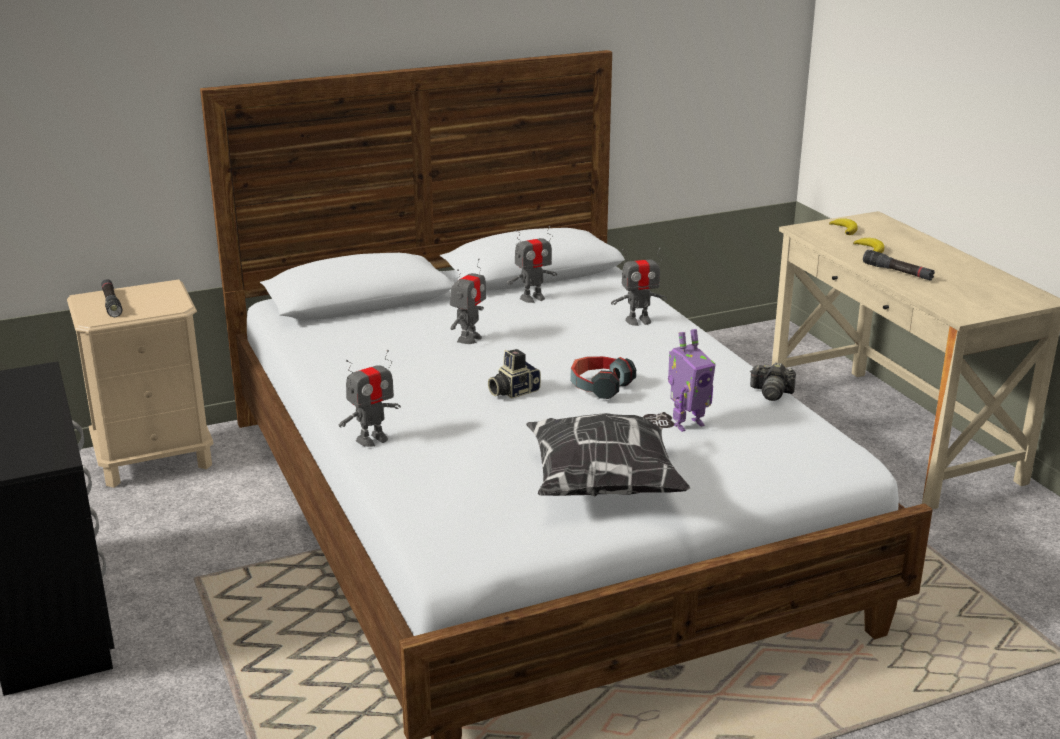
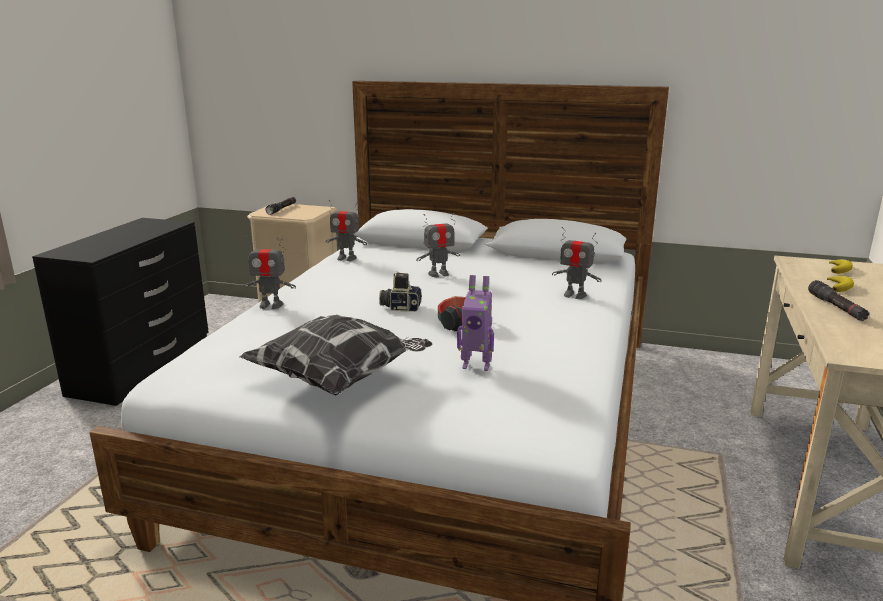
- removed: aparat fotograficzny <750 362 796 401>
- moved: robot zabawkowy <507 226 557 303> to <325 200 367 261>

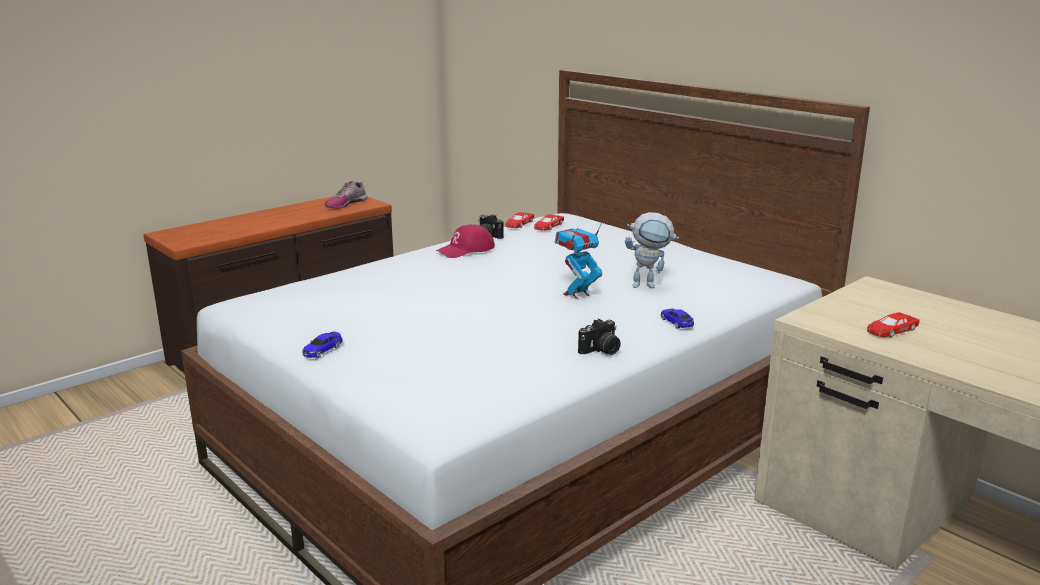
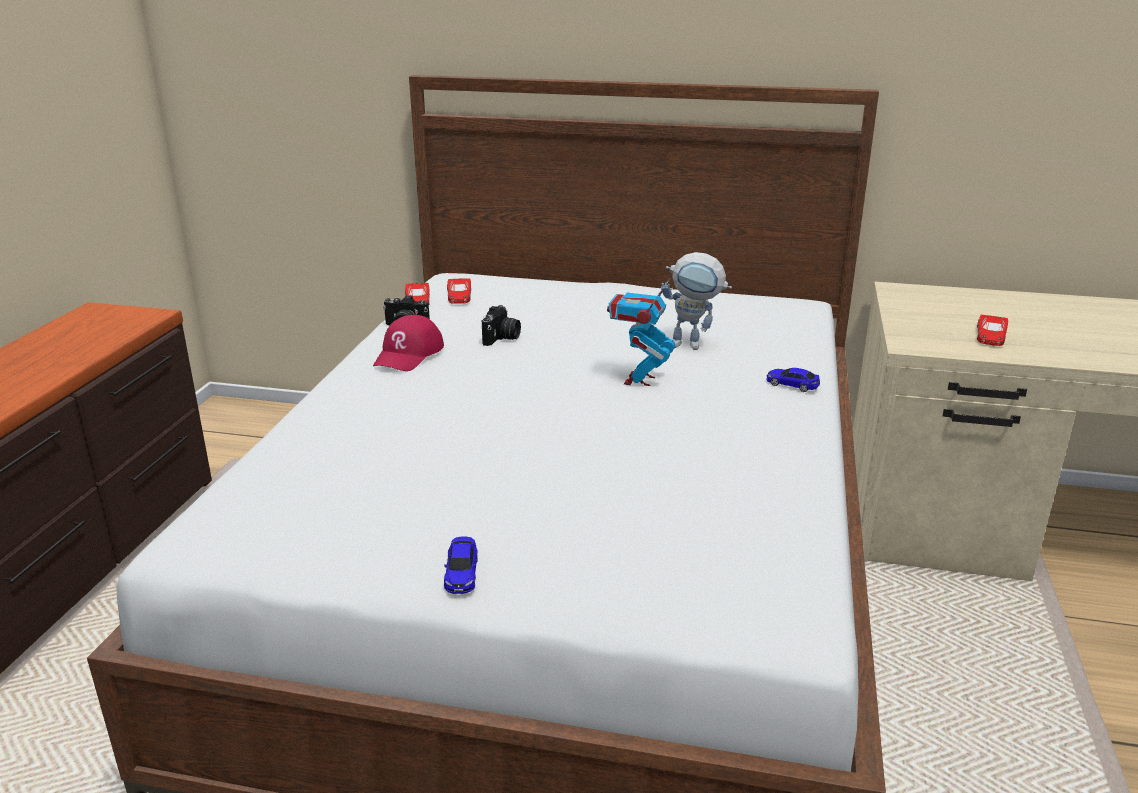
- removed: but <325 181 367 209>
- moved: aparat fotograficzny <578 319 621 355> to <482 305 521 346>
- turned: robot zabawkowy <625 212 679 288> = <661 252 732 350> 45 degrees clockwise

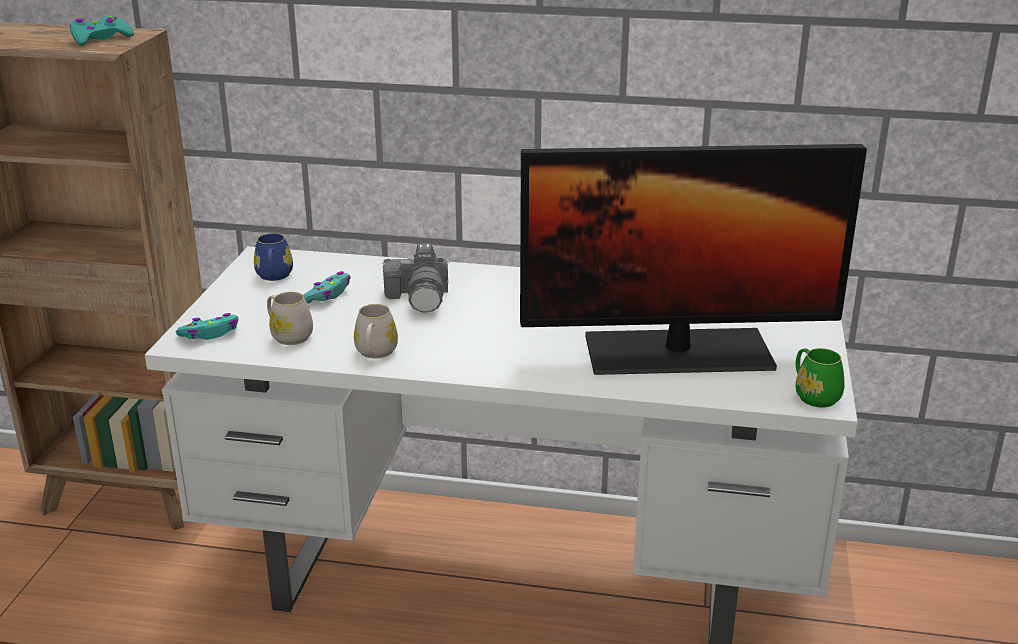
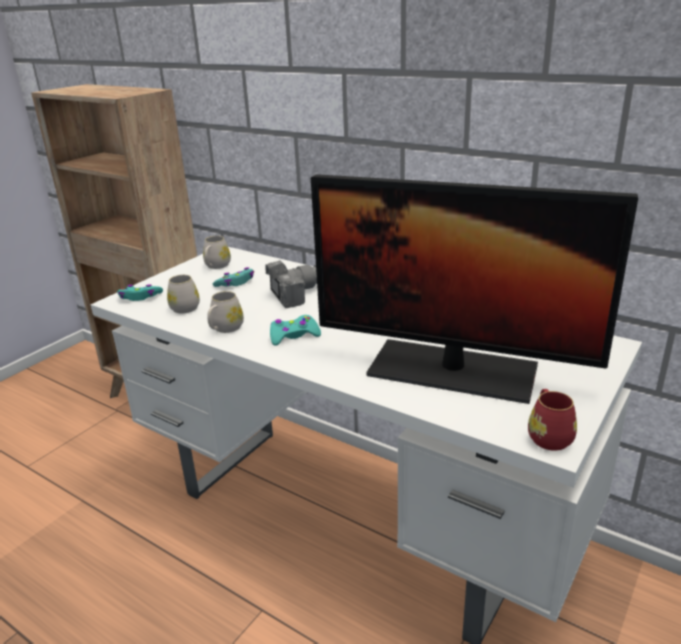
- moved: pad do gier/turkusowy <70 16 134 46> to <270 315 321 346>
- recoloured: kubek/niebieski <254 233 293 281> to kubek/biały <203 236 231 269>
- recoloured: kubek/zielony <796 348 845 407> to kubek/czerwony <528 389 577 451>
- turned: aparat fotograficzny <382 243 449 313> = <266 260 317 308> 135 degrees counterclockwise

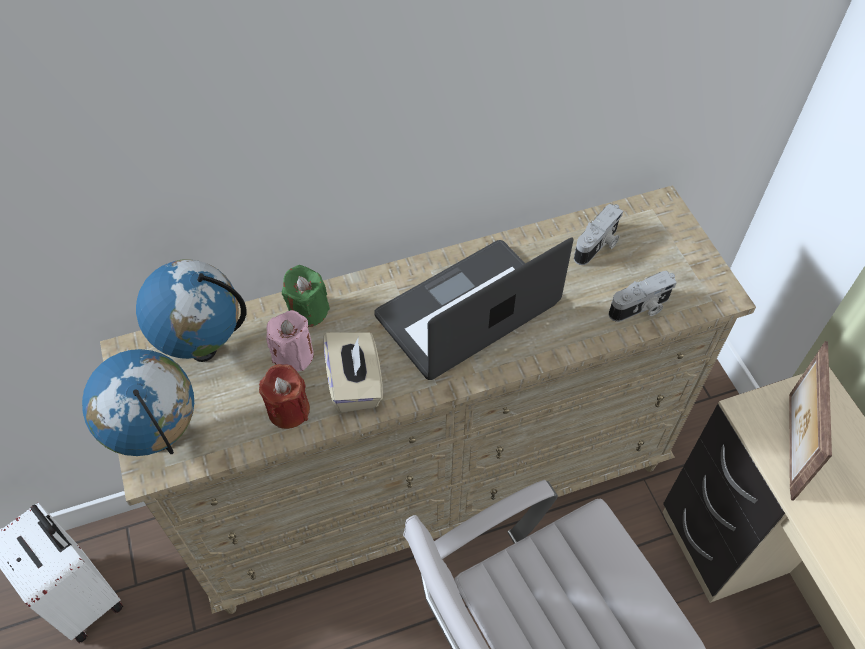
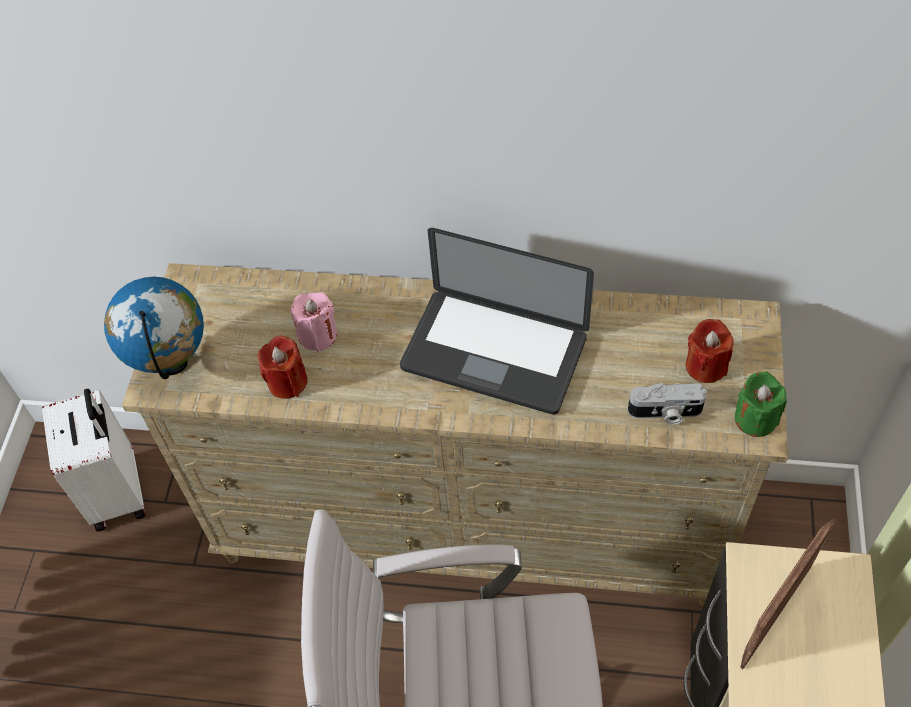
- removed: globus <136 259 246 362>
- removed: pudełko chusteczek/beżowy <324 332 383 413>
- removed: aparat fotograficzny <574 204 623 265>
- added: świeca/czerwony <686 319 734 383>
- moved: świeca/zielony <282 265 330 327> to <735 372 787 437>
- turned: laptop <374 237 574 380> = <400 228 594 415> 150 degrees counterclockwise

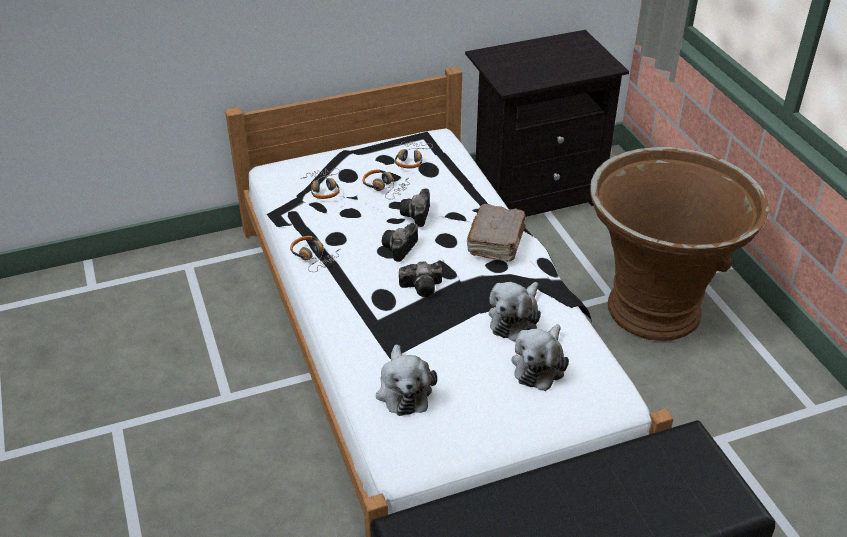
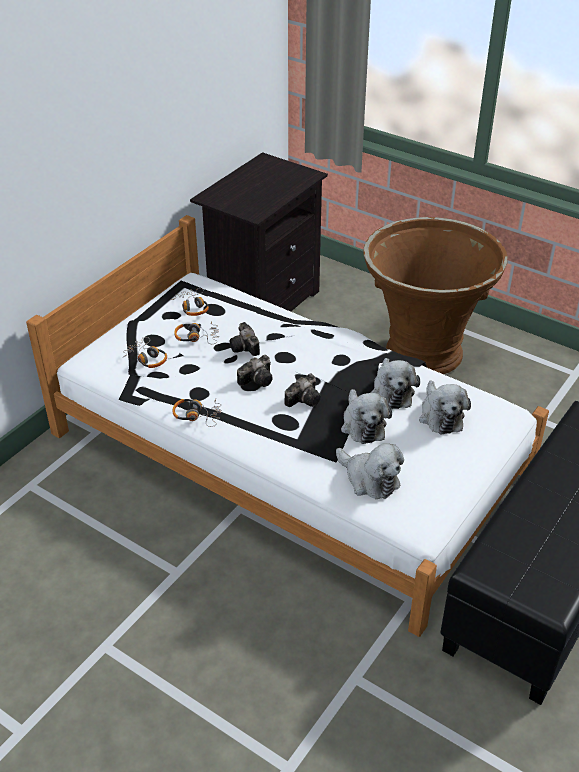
- removed: książka/brązowy <467 204 525 262>
- added: pluszak <341 389 392 444>
- turned: aparat fotograficzny <382 223 418 262> = <237 355 273 387> 120 degrees counterclockwise

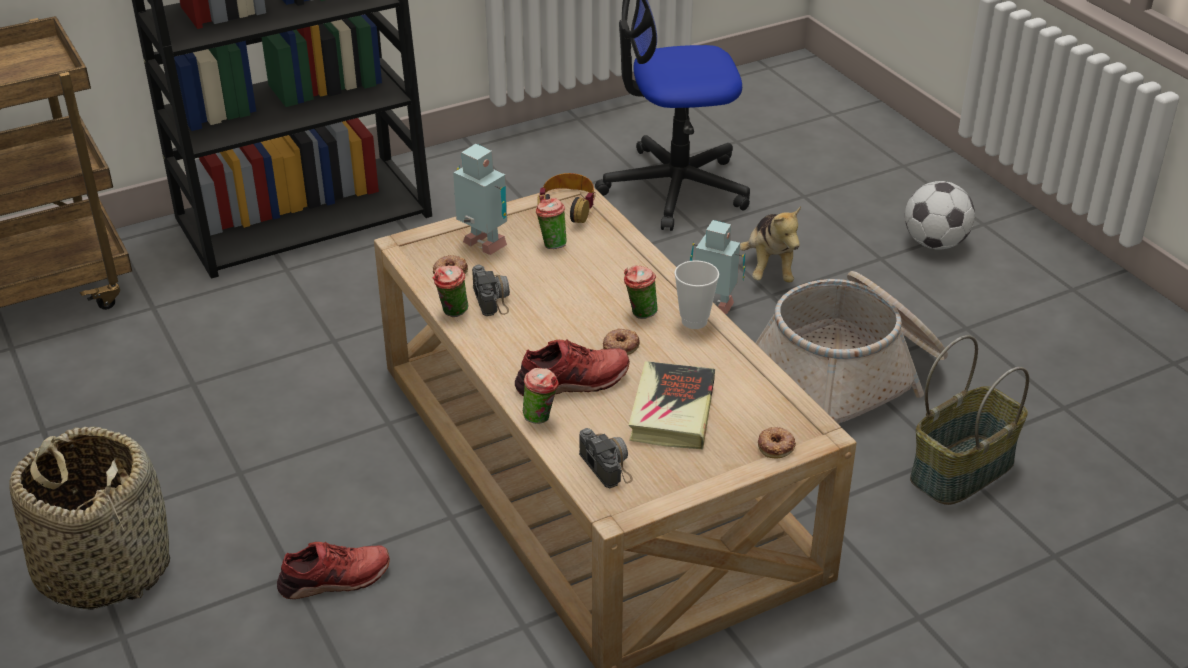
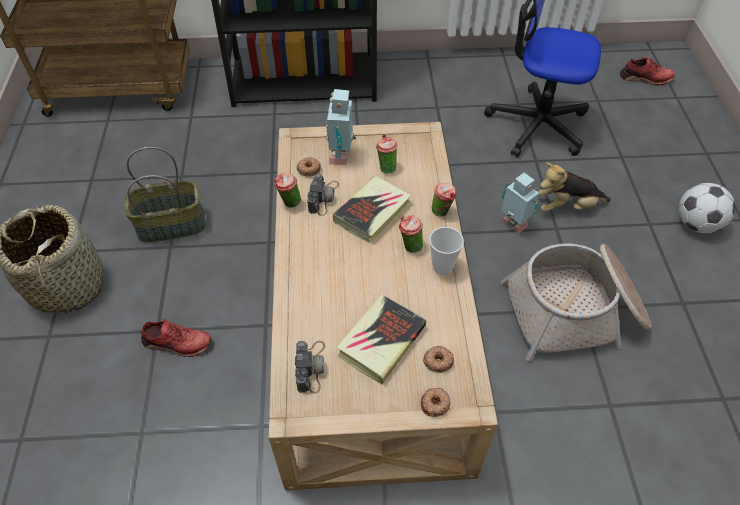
- removed: słuchawki <537 173 595 223>
- added: książka <333 176 411 243>
- moved: but/czerwony <515 340 630 396> to <620 57 675 85>
- moved: filiżanka <523 368 559 424> to <432 182 457 217>
- moved: donut <603 329 640 355> to <423 346 454 373>
- moved: koszyk <910 335 1029 505> to <125 147 206 242>
- turned: robot zabawkowy <453 144 507 255> = <325 89 356 165> 150 degrees counterclockwise
- turned: pluszak <740 206 801 283> = <538 162 611 212> 60 degrees clockwise

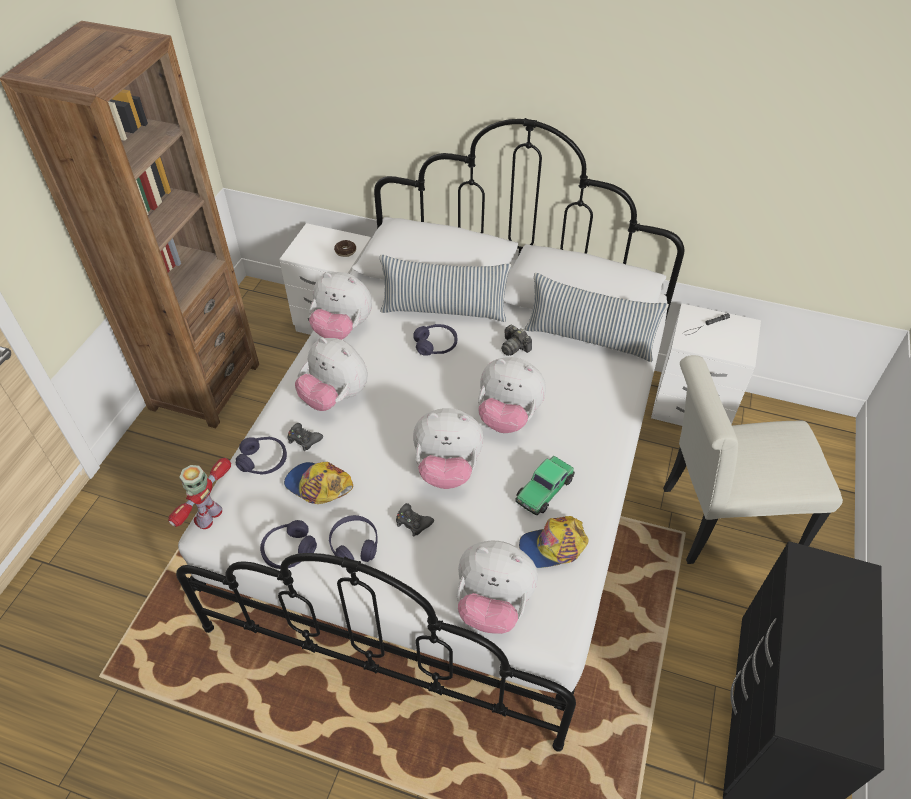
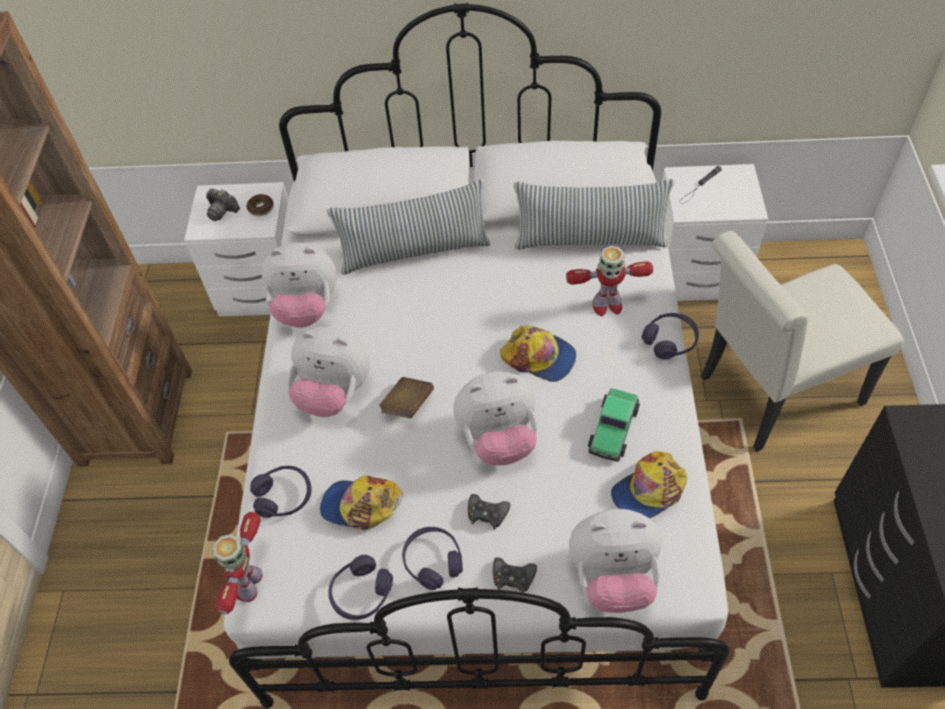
- added: książka/brązowy <379 377 434 418>
- added: robot zabawkowy <566 246 653 316>
- moved: pad do gier/czarny <287 423 323 451> to <493 557 537 593>
- moved: słuchawki/fioletowy <413 324 457 356> to <642 313 699 360>
- moved: aparat fotograficzny <501 325 532 356> to <206 188 240 221>
- replaced: pluszak <478 357 546 433> to czapka z daszkiem <500 326 576 382>

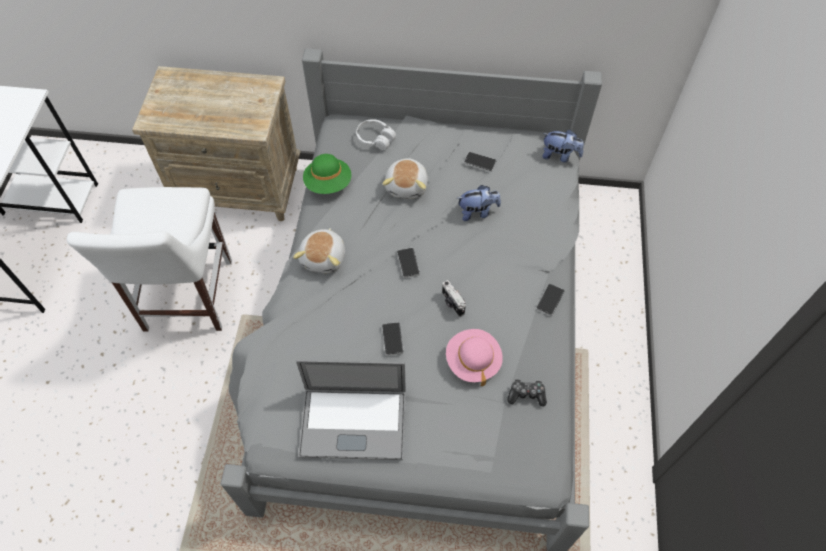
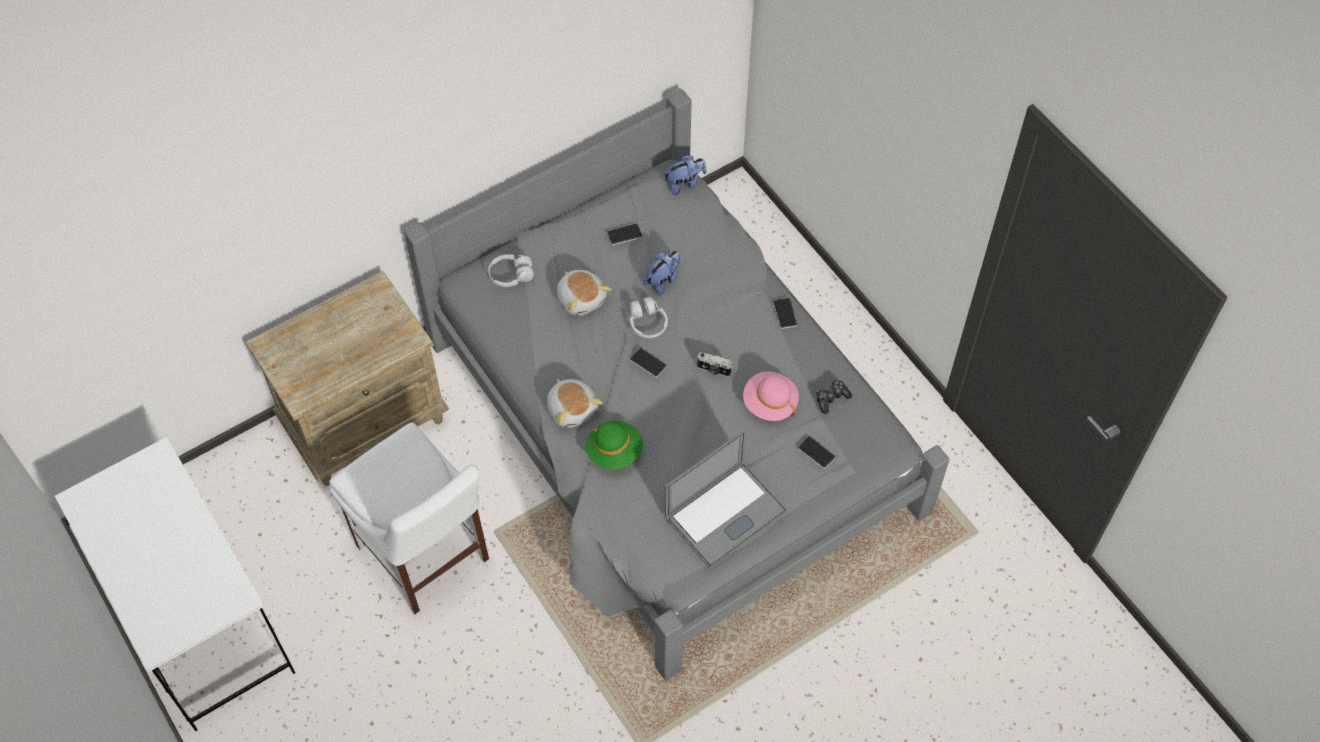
- added: słuchawki/biały <630 297 668 338>
- moved: kapelusz/zielony <303 154 351 194> to <586 421 643 470>
- moved: telefon <382 322 404 356> to <798 436 835 469>

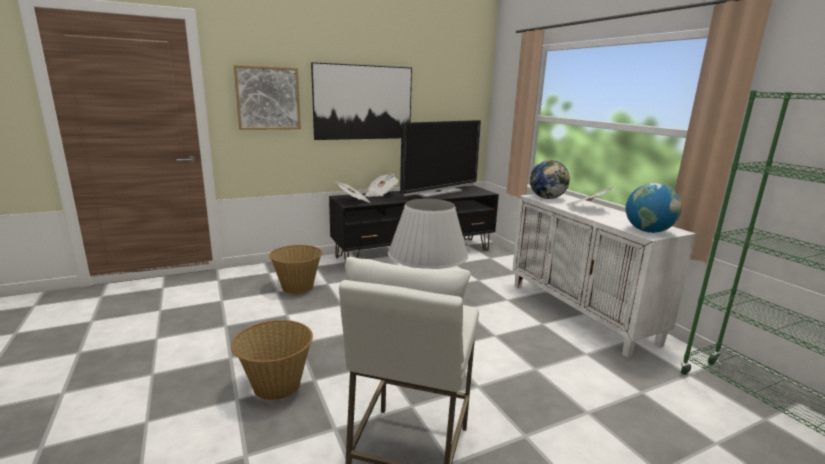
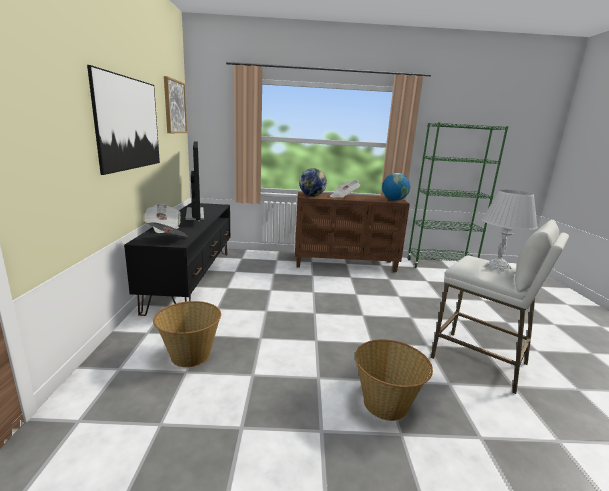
- moved: obraz <234 65 301 130> to <164 76 187 133>
- recoloured: szafka/biały <512 194 696 358> to szafka/brązowy <295 192 410 272>

